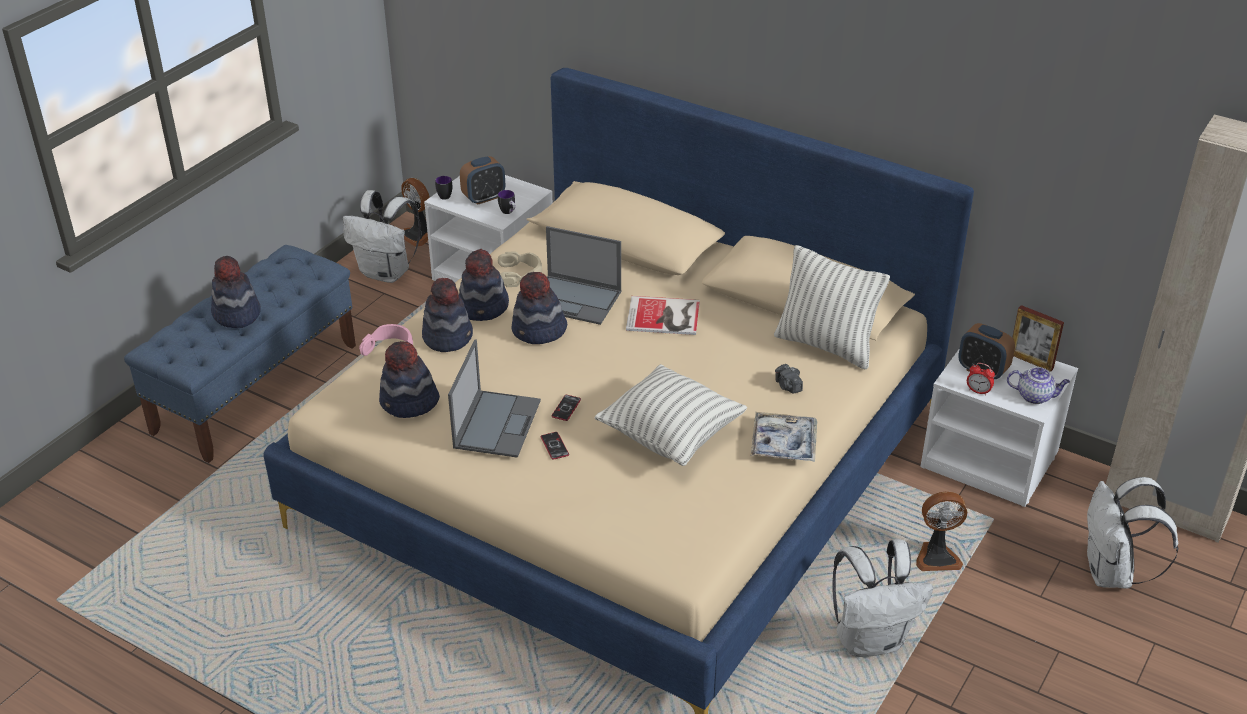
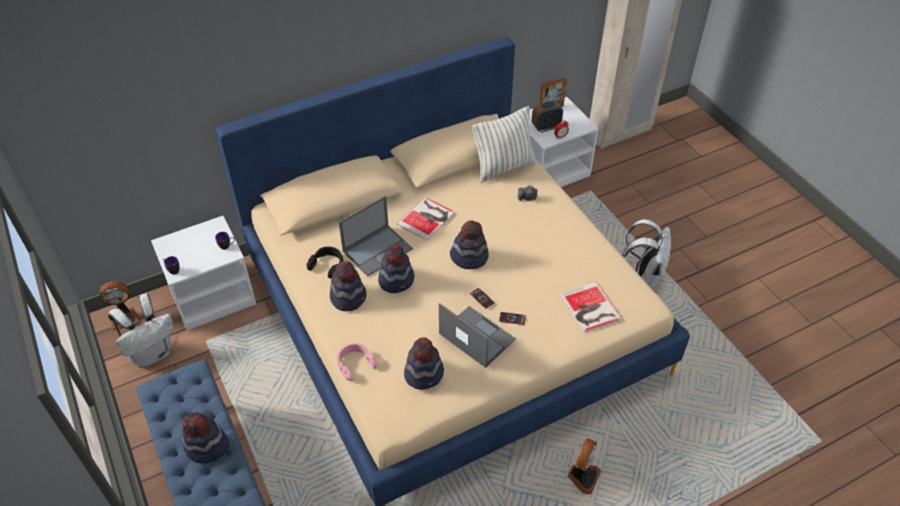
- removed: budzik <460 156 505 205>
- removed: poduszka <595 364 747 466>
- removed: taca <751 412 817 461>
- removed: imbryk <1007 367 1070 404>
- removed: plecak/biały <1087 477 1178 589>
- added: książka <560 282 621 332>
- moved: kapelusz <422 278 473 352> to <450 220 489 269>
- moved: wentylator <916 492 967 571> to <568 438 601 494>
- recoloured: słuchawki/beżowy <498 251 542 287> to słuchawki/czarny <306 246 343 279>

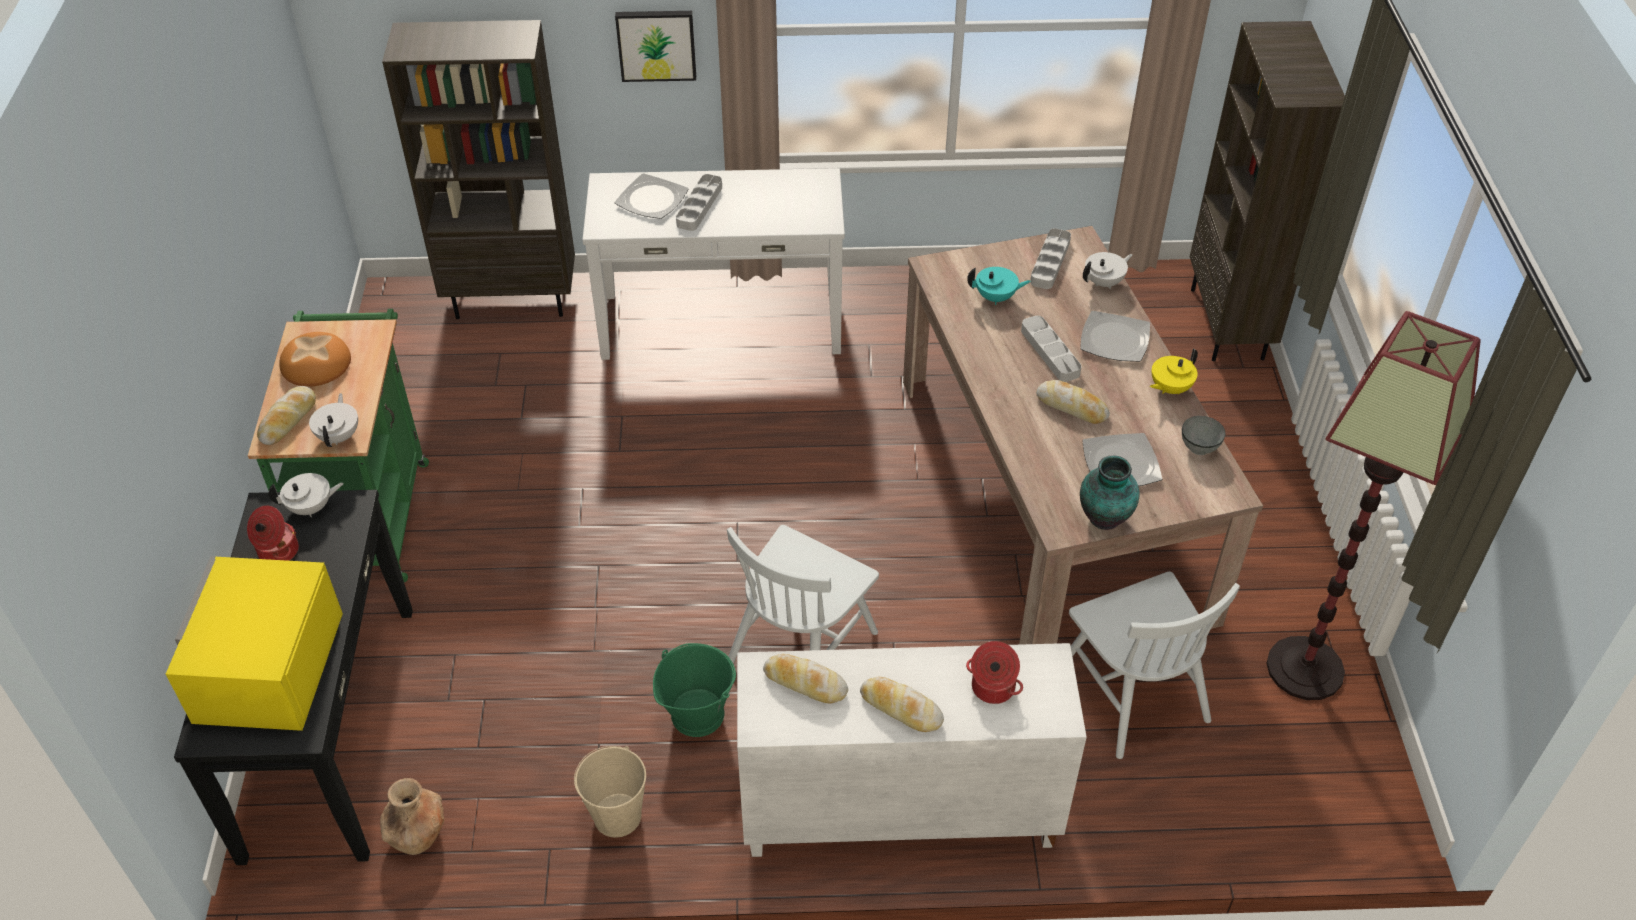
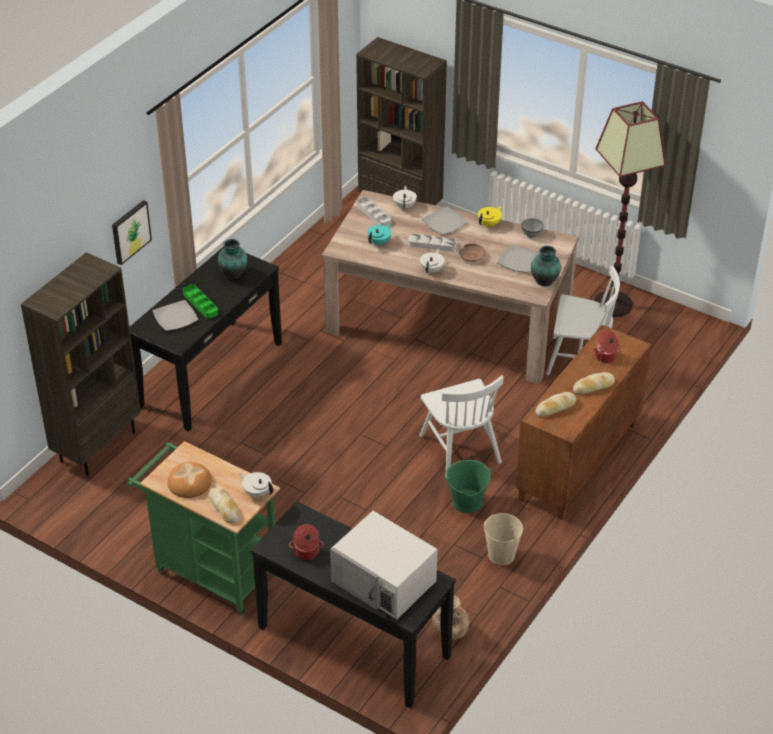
- added: wazon <218 239 248 279>
- moved: imbryk/biały <269 473 344 517> to <420 249 445 274>
- replaced: chleb <1036 380 1110 424> to miska/brązowy <459 244 486 262>
- recoloured: mikrofalówka/żółty <166 556 343 731> to mikrofalówka/biały <330 511 438 619>
- recoloured: stolik konsolowy/biały <582 168 845 360> to stolik konsolowy/czarny <129 247 282 432>
- recoloured: taca/szary <676 174 722 231> to taca/zielony <183 284 218 319>
- recoloured: szafka/biały <737 643 1087 857> to szafka/brązowy <515 325 651 520>
- turned: imbryk/żółty <1150 349 1198 394> = <478 206 502 227> 135 degrees counterclockwise

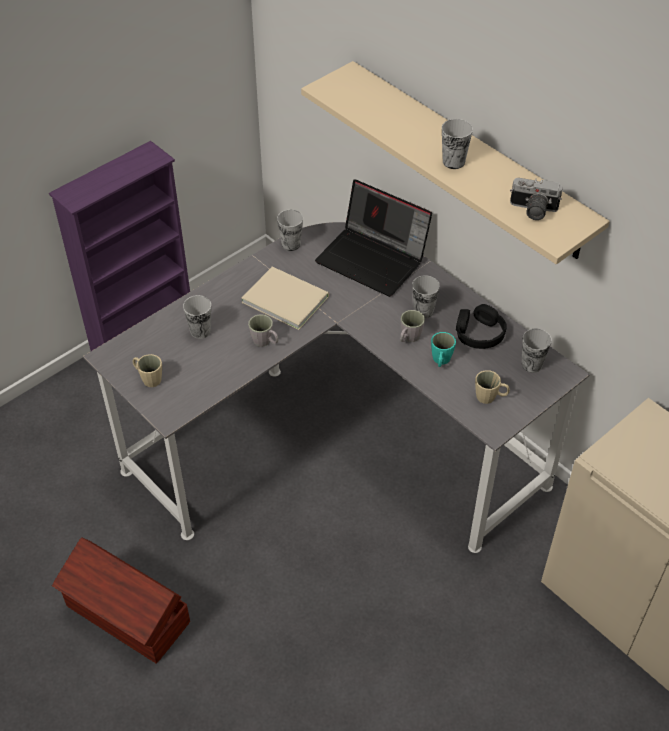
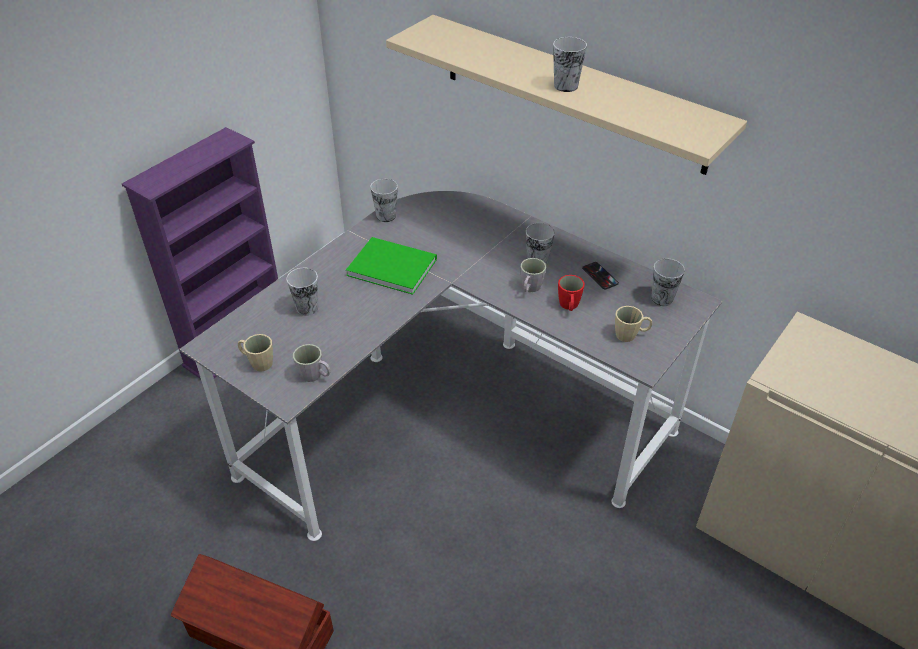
- removed: laptop <315 179 432 297>
- removed: aparat fotograficzny <510 178 563 220>
- moved: kubek/szary <248 314 279 347> to <293 344 331 382>
- replaced: słuchawki/czarny <456 304 507 349> to telefon <582 262 619 290>
- recoloured: książka/beżowy <242 267 329 330> to książka/zielony <346 237 437 295>
- recoloured: kubek/turkusowy <431 332 456 367> to kubek/czerwony <558 275 585 311>

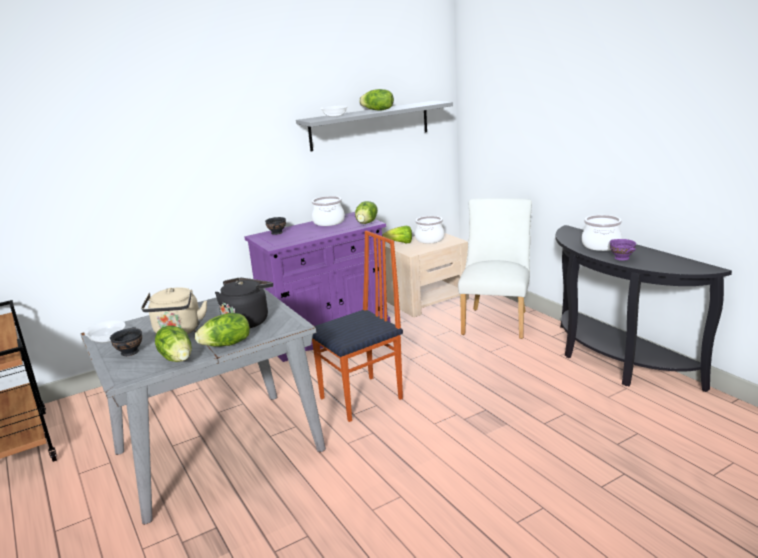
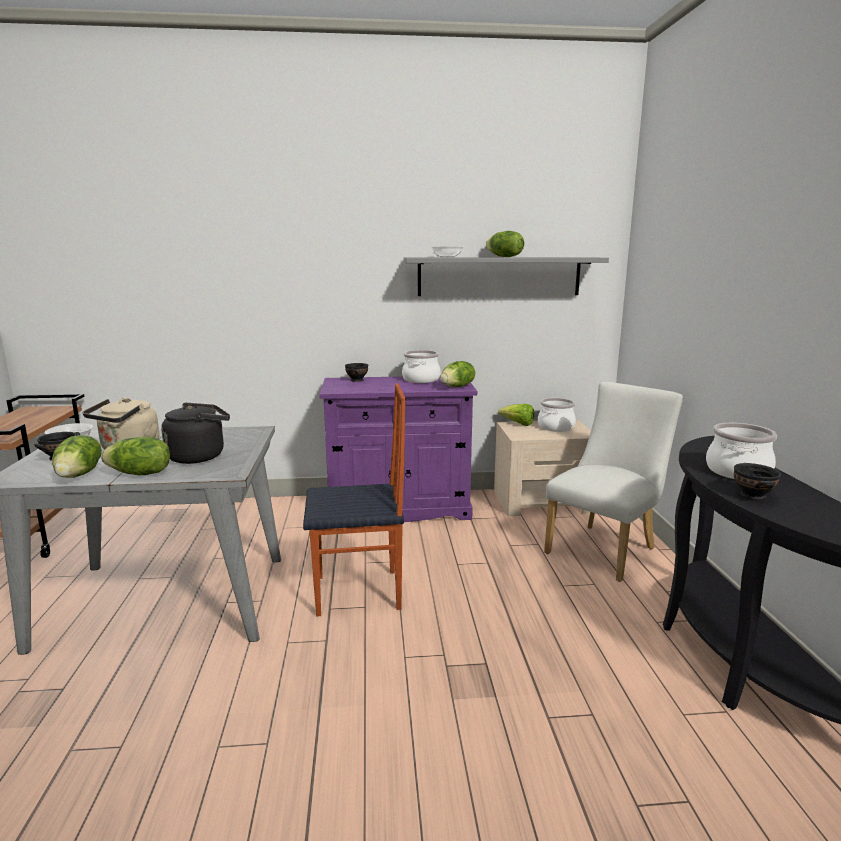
- recoloured: miska/fioletowy <610 239 636 261> to miska/czarny <734 463 781 500>

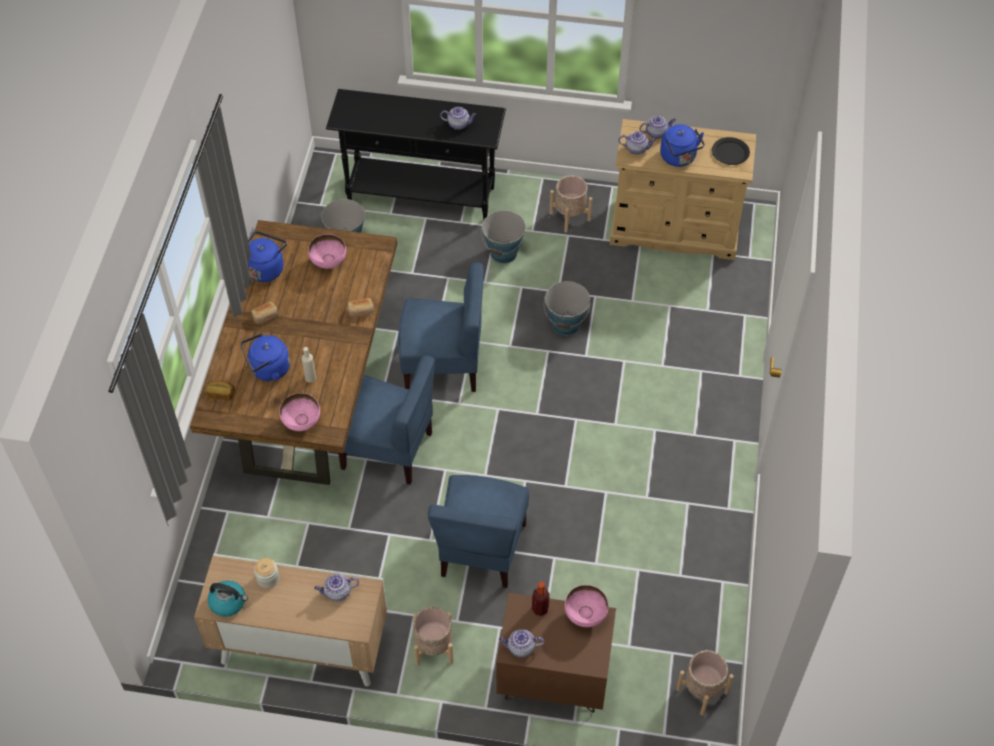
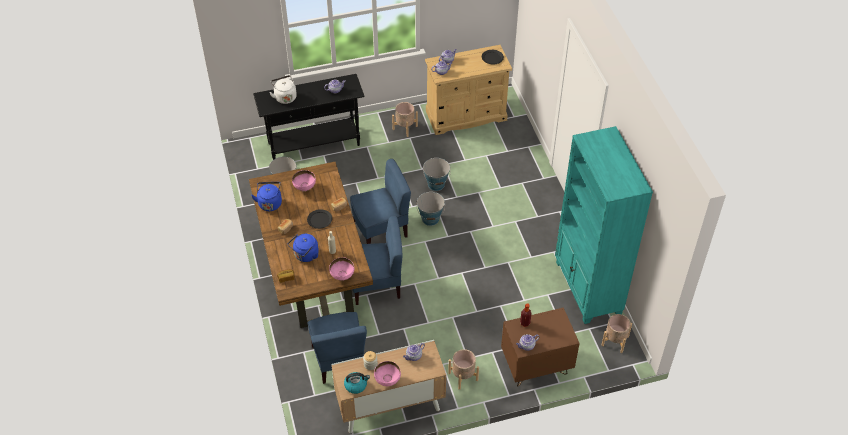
- removed: czajnik/niebieski <660 124 705 167>
- added: czajnik/biały <269 75 297 104>
- added: talerz/czarny <307 209 332 229>
- added: regał/turkusowy <555 126 653 324>
- moved: krzesło/niebieski <428 475 529 588> to <307 312 367 384>
- moved: wiadro <481 210 526 264> to <416 192 445 226>
- moved: miska/różowy <565 585 608 627> to <374 361 401 386>

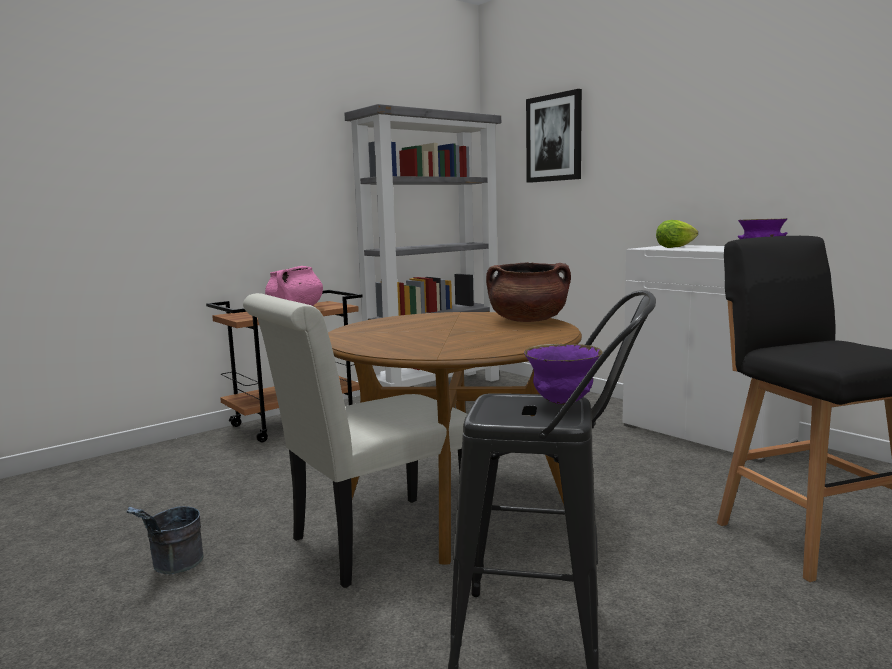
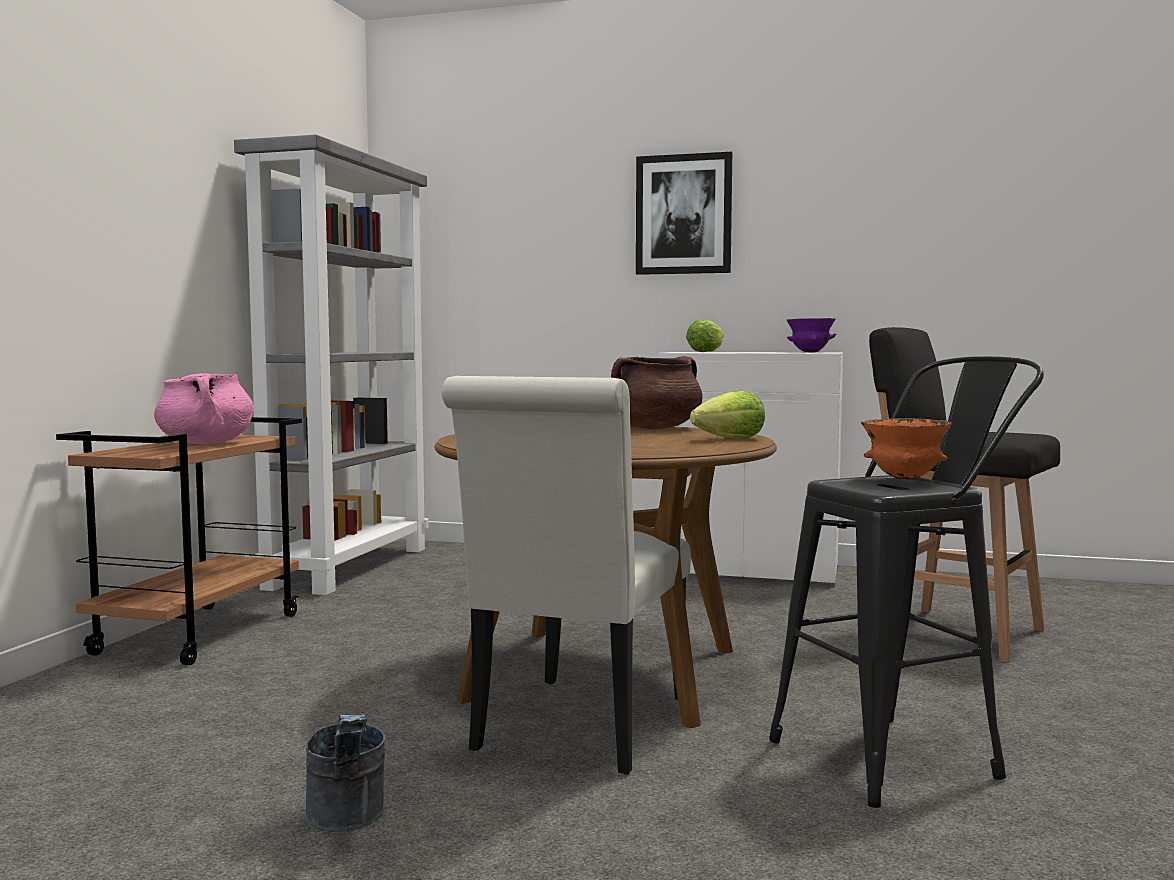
- added: sałata <690 391 765 439>
- moved: obraz <526 89 582 183> to <636 152 732 275>
- recoloured: miska/fioletowy <524 344 603 405> to miska/pomarańczowy <861 418 952 480>

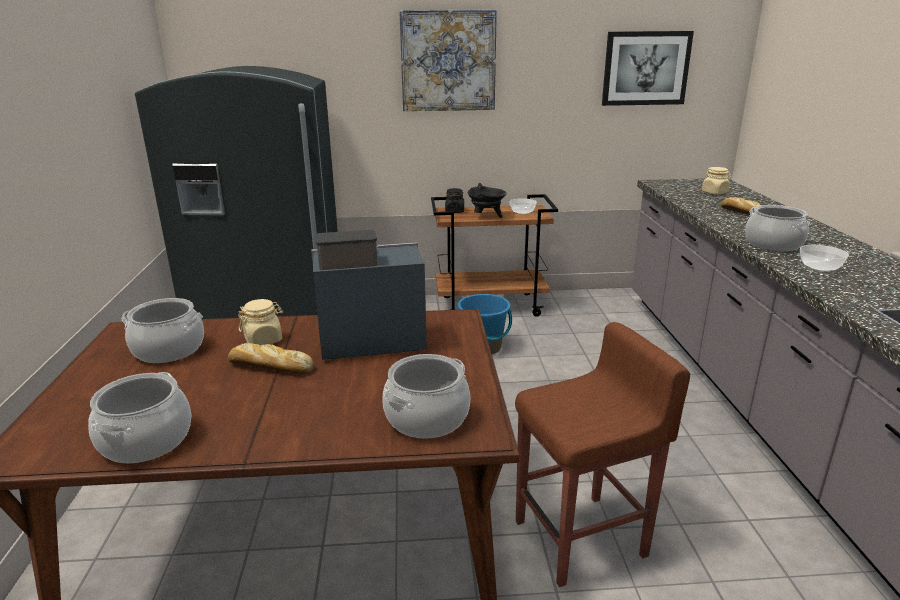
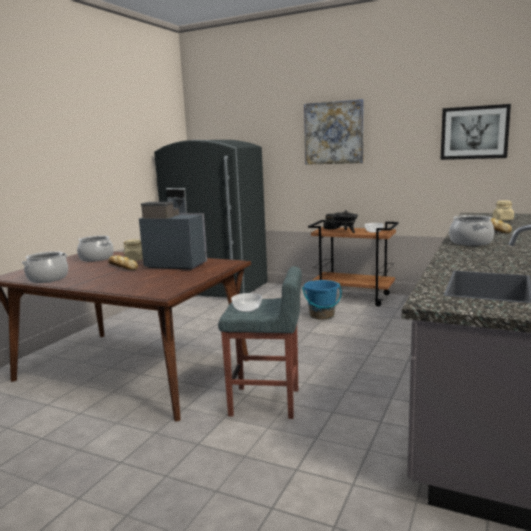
- removed: garnek <382 354 470 439>
- moved: miska <800 245 849 272> to <231 293 262 312>
- recoloured: stołek/brązowy <515 322 690 587> to stołek/szary <218 266 302 419>

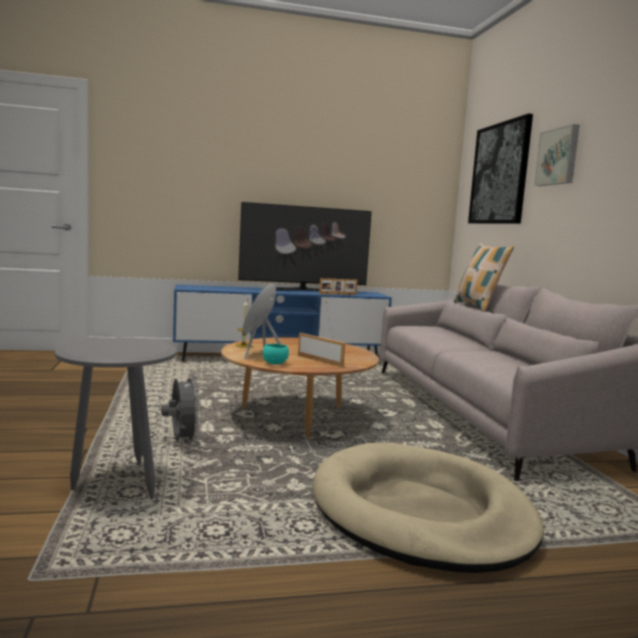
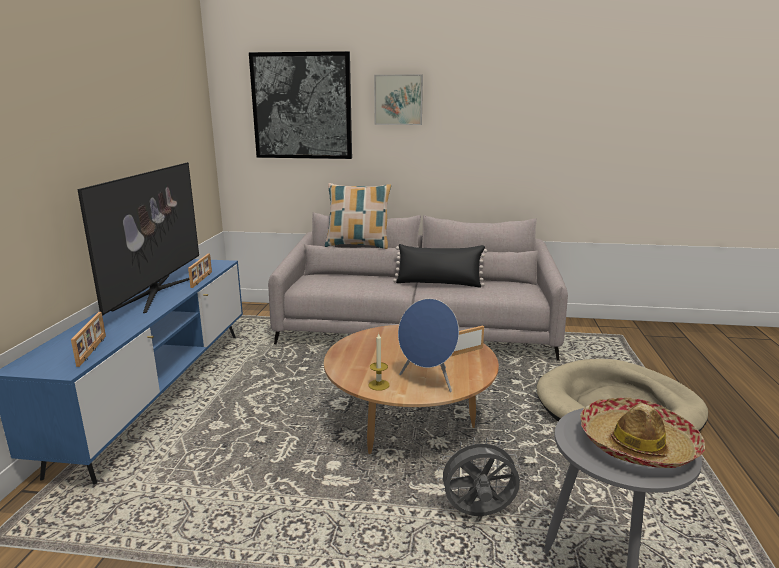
- removed: miska/turkusowy <263 344 289 364>
- added: ramka na zdjęcie <71 312 106 367>
- added: poduszka/czarny <393 244 487 288>
- added: kapelusz <580 397 705 468>

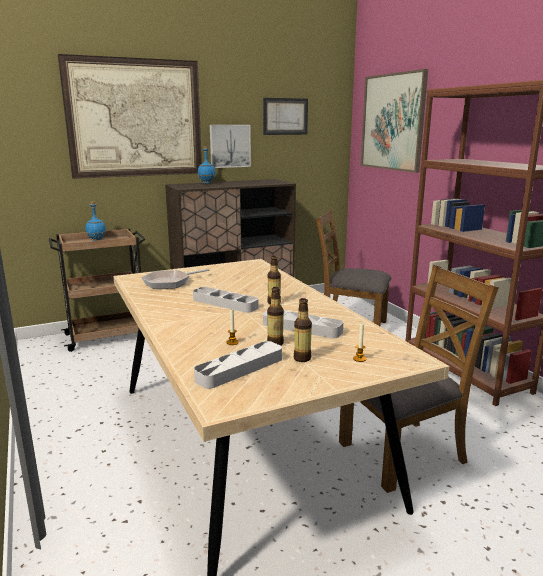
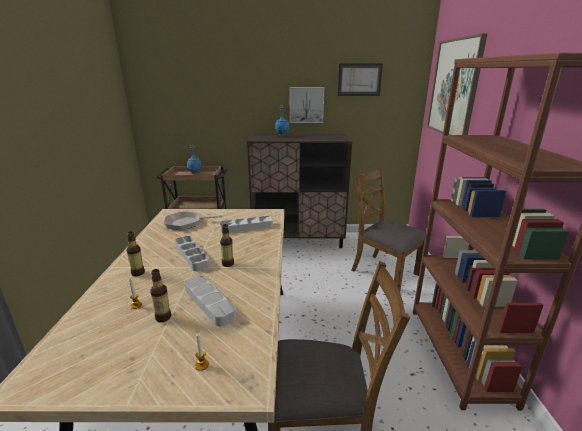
- removed: obraz <58 54 202 179>
- moved: taca/szary <194 341 282 389> to <220 216 273 233>
- moved: butelka <294 298 312 362> to <127 232 145 276>

